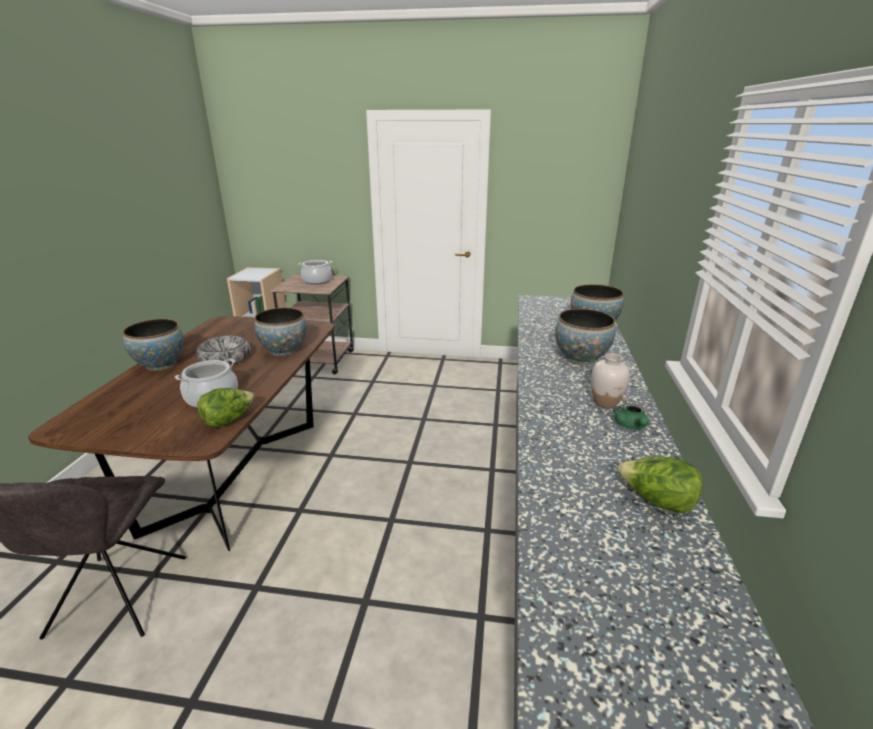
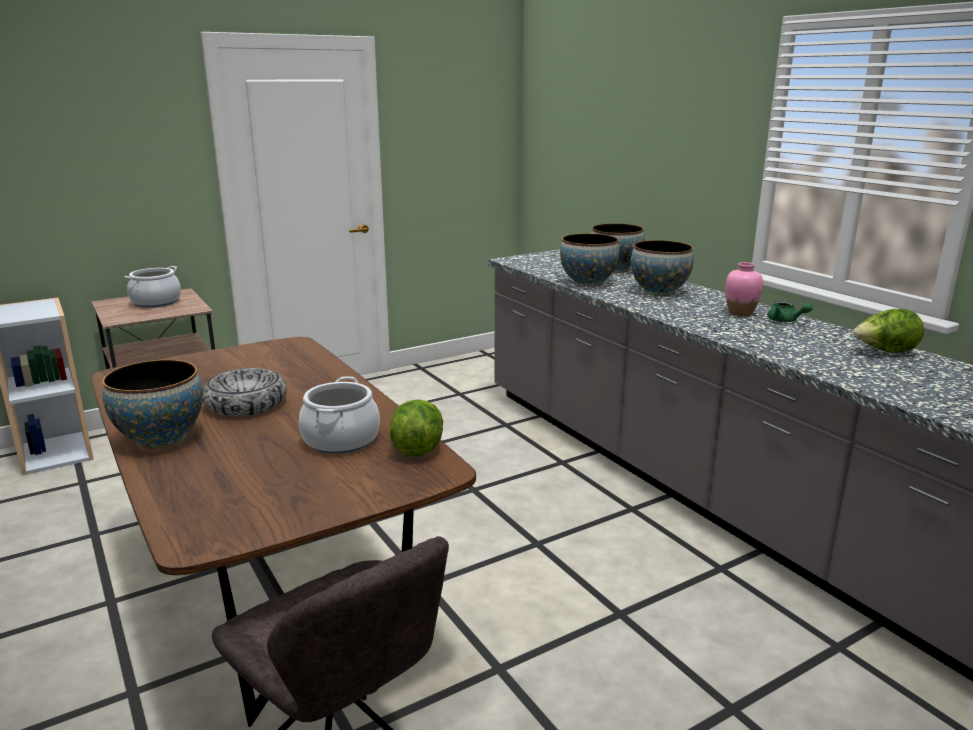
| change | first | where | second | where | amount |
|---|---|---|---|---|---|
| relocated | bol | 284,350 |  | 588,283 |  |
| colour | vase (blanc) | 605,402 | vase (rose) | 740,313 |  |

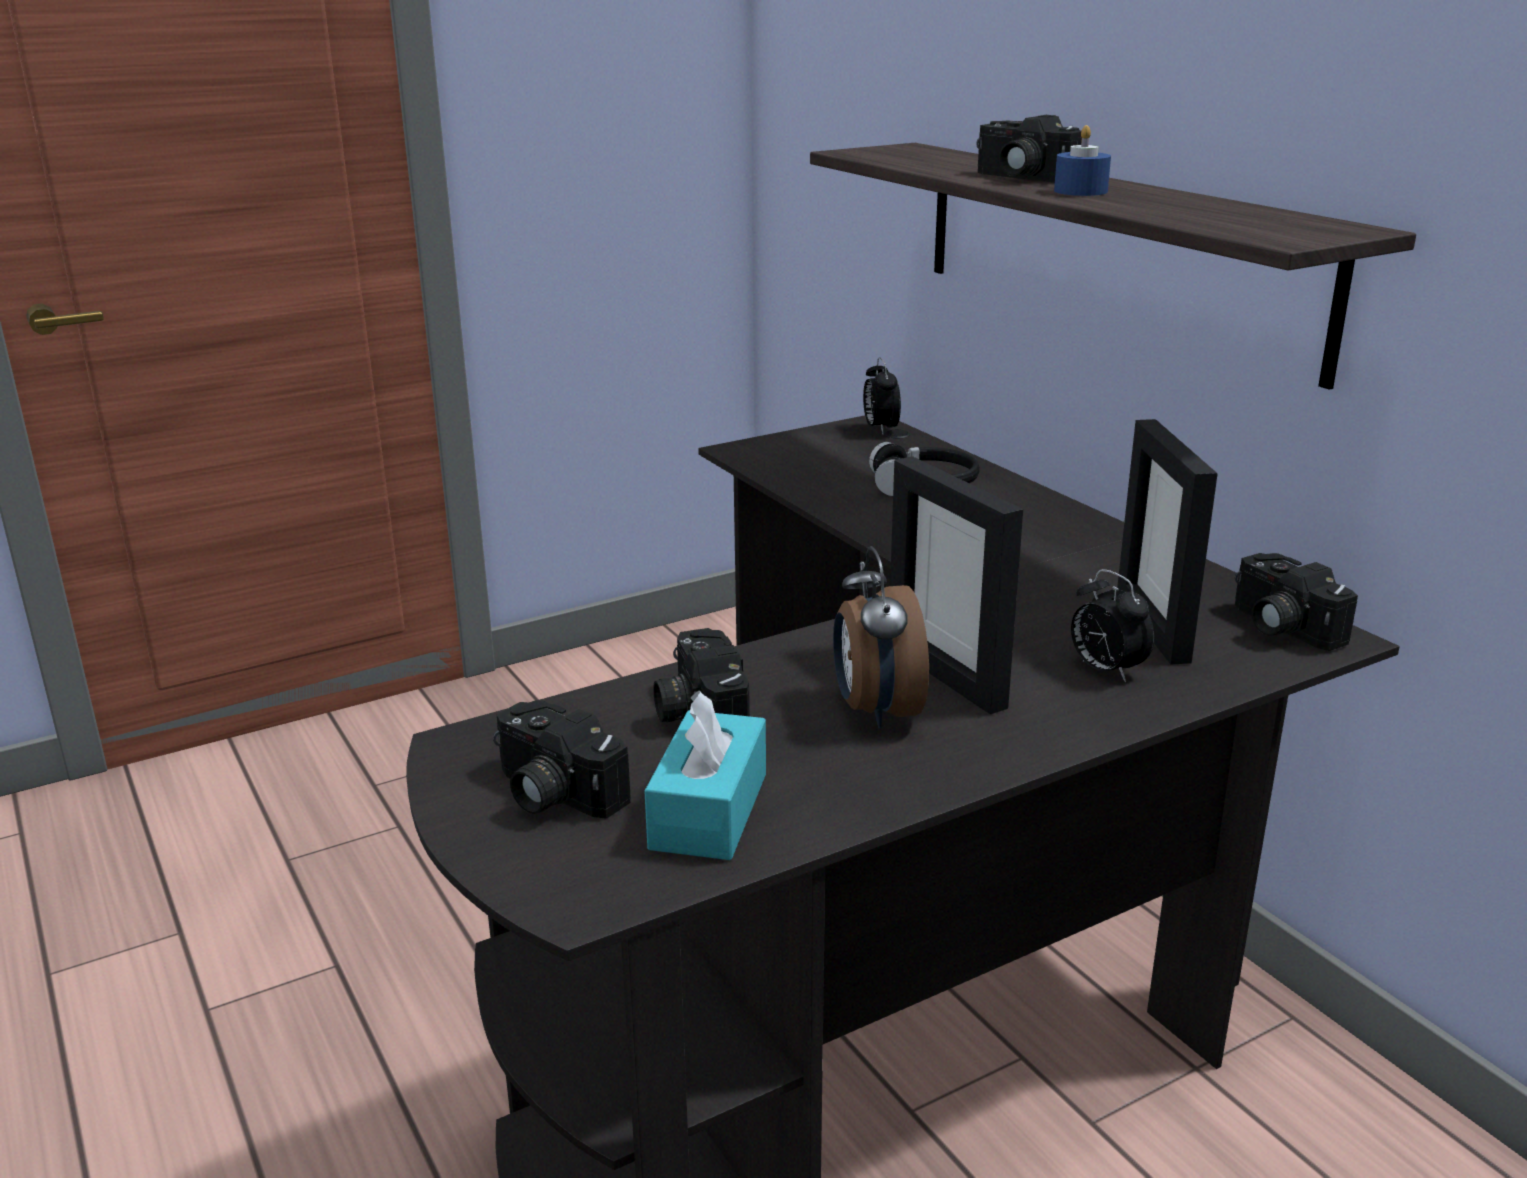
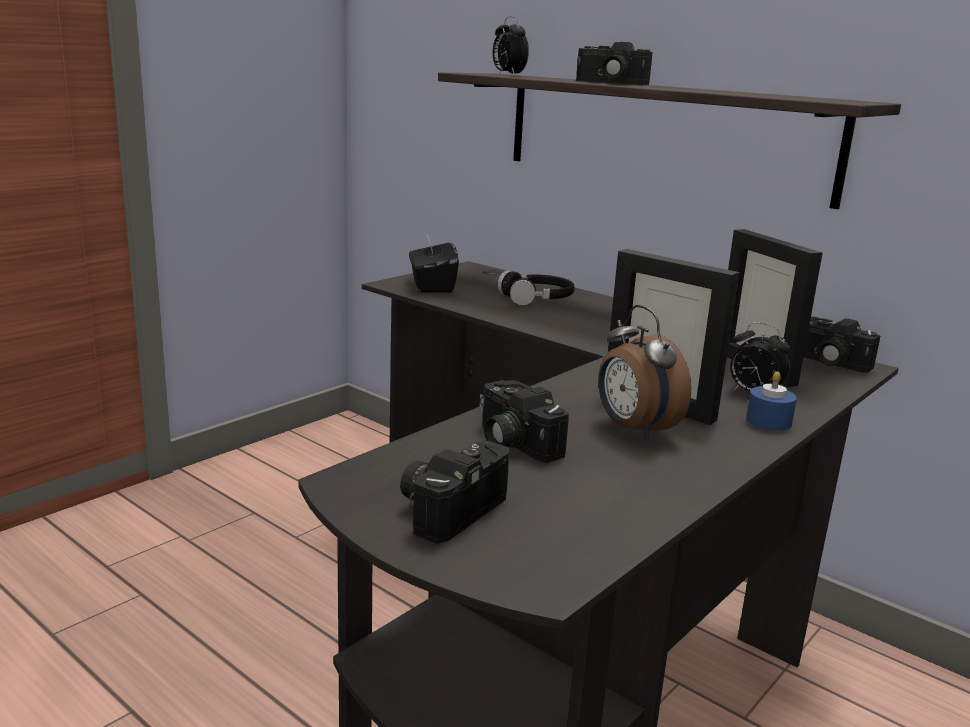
| change | first | where | second | where | amount |
|---|---|---|---|---|---|
| missing | boîte à mouchoirs (turquoise) | 709,811 |  |  |  |
| appeared |  |  | boîte à mouchoirs (noir) | 432,286 |  |
| relocated | réveil | 880,428 |  | 508,75 |  |
| relocated | bougie (bleu) | 1080,191 |  | 768,421 |  |
| spun | appareil photo | 551,793 |  | 450,508 | 105 degrees clockwise |

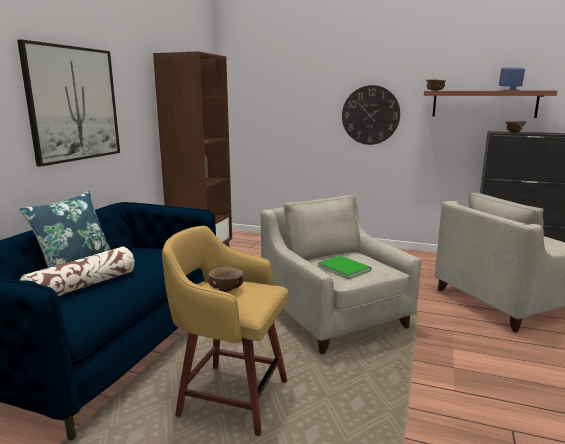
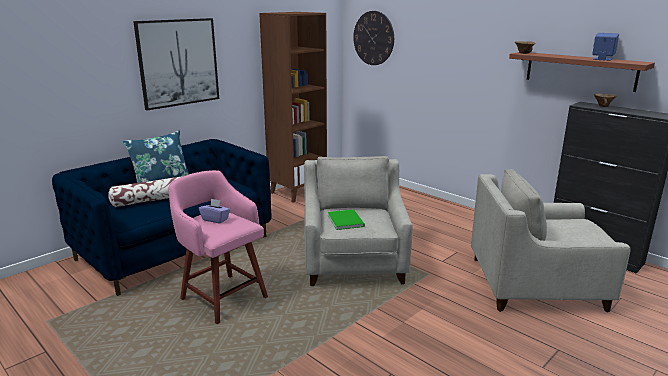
| change | first | where | second | where | amount |
|---|---|---|---|---|---|
| relocated | horloge murale | 370,115 |  | 373,38 |  |
| exchanged | bol (marron) | 225,290 | boîte à mouchoirs (violet) | 215,219 |  |
| colour | tabouret (jaune) | 230,396 | tabouret (rose) | 222,297 |  |

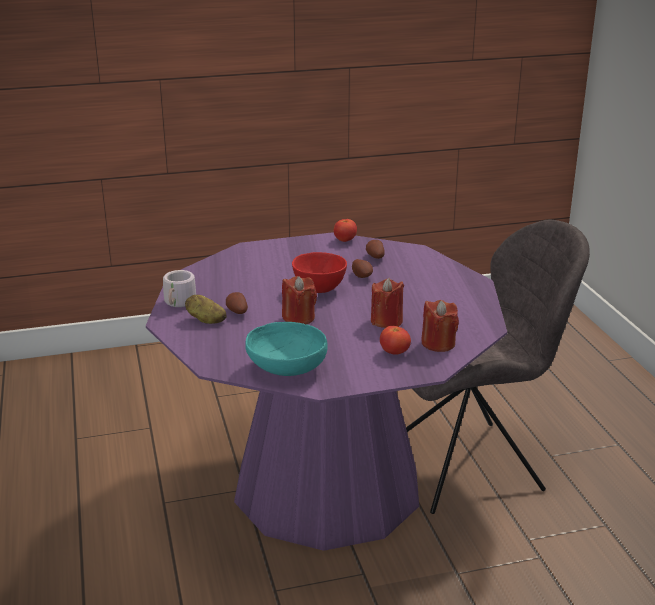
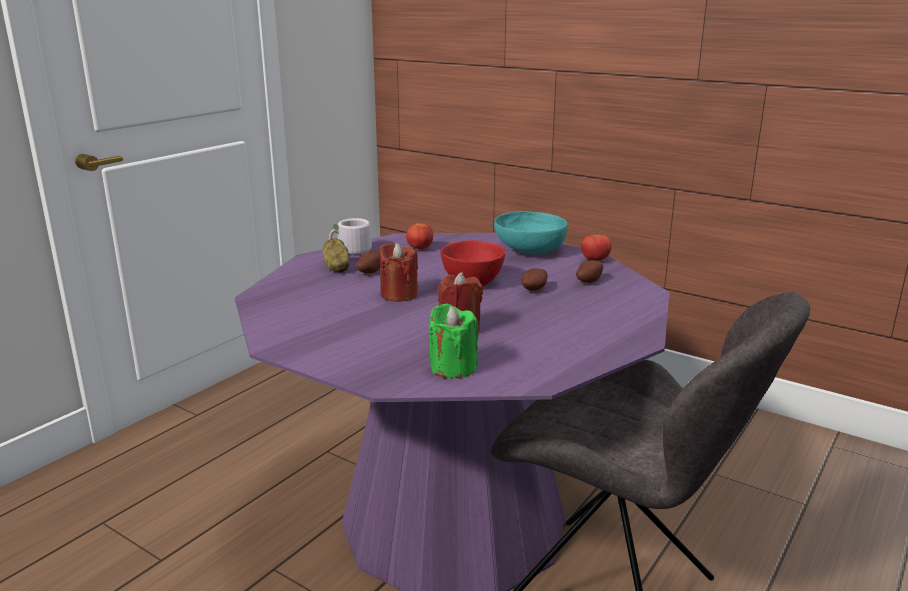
| change | first | where | second | where | amount |
|---|---|---|---|---|---|
| relocated | bol (turquoise) | 286,369 |  | 529,250 |  |
| relocated | tomate | 394,353 |  | 420,248 |  |
| colour | bougie (rouge) | 438,343 | bougie (vert) | 453,368 |  |

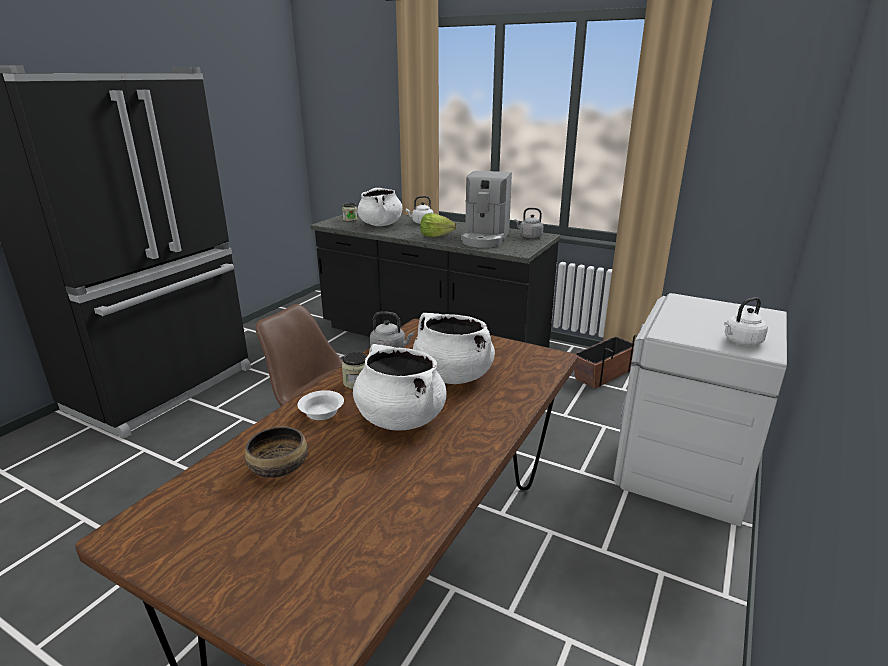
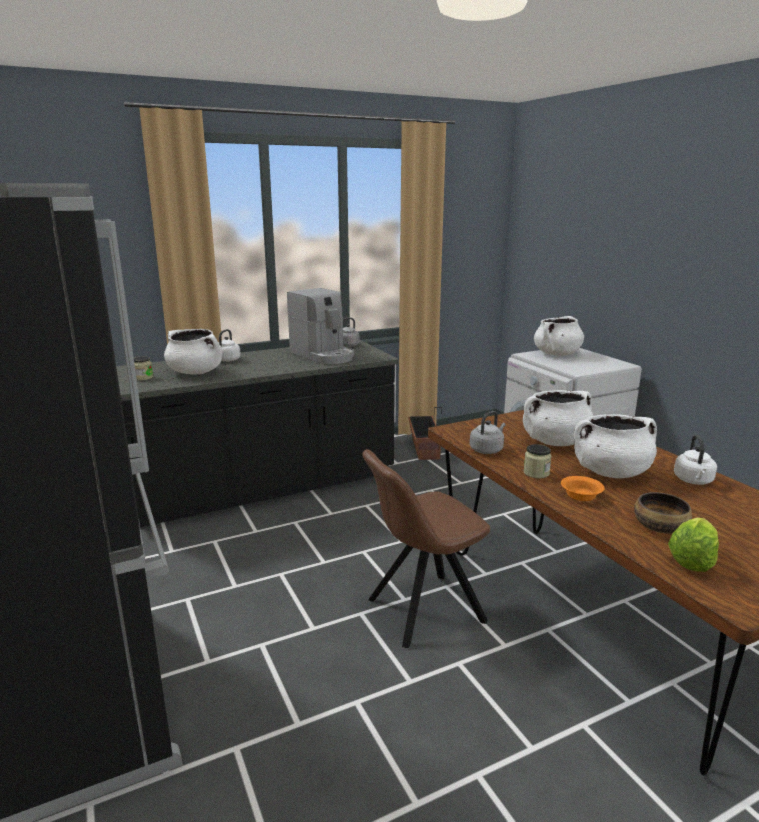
| change | first | where | second | where | amount |
|---|---|---|---|---|---|
| appeared |  |  | marmite (blanc) | 557,354 |  |
| relocated | laitue | 436,236 |  | 692,560 |  |
| relocated | bouilloire (blanc) | 741,341 |  | 693,481 |  |
| colour | bol (blanc) | 320,413 | bol (orange) | 581,496 |  |

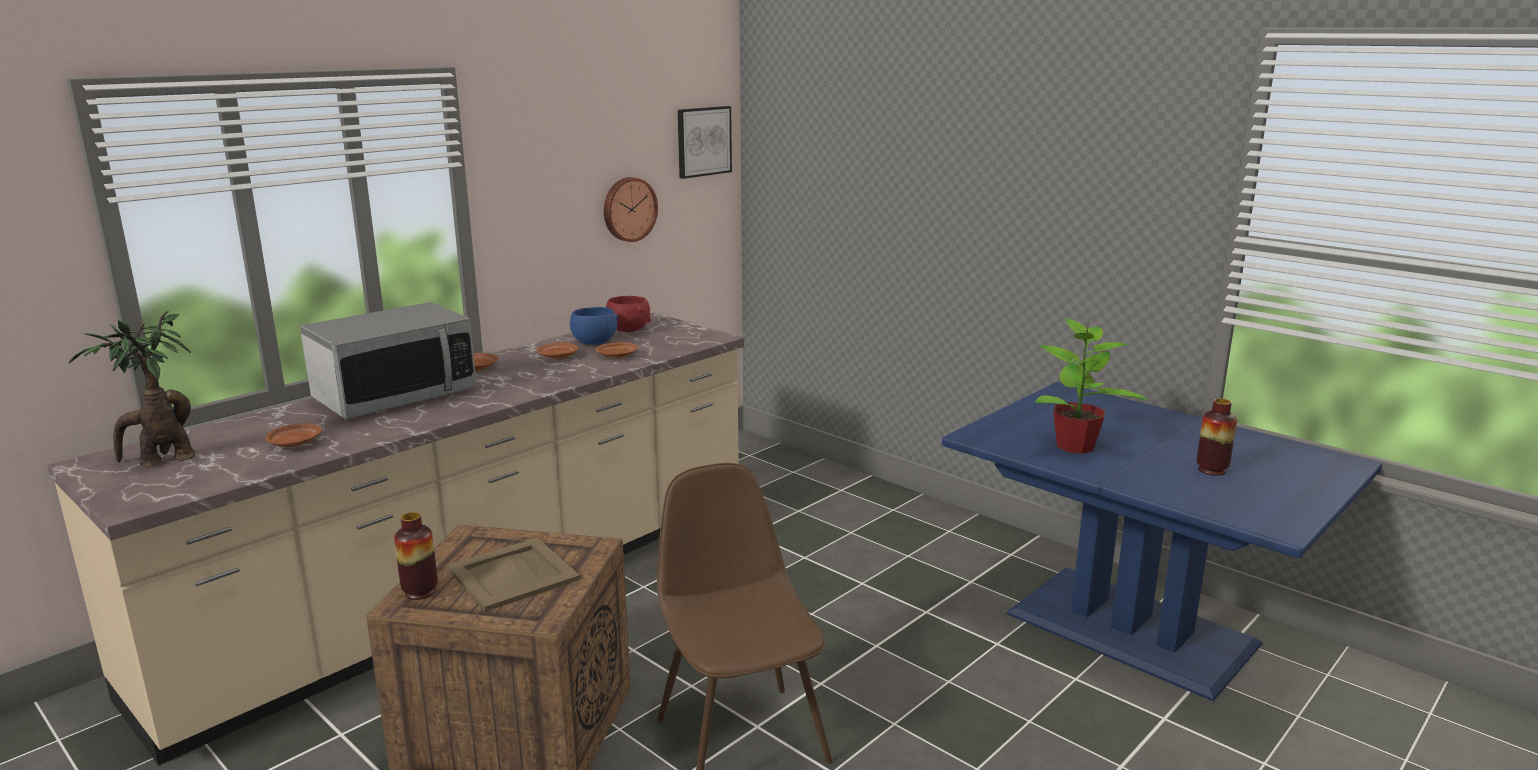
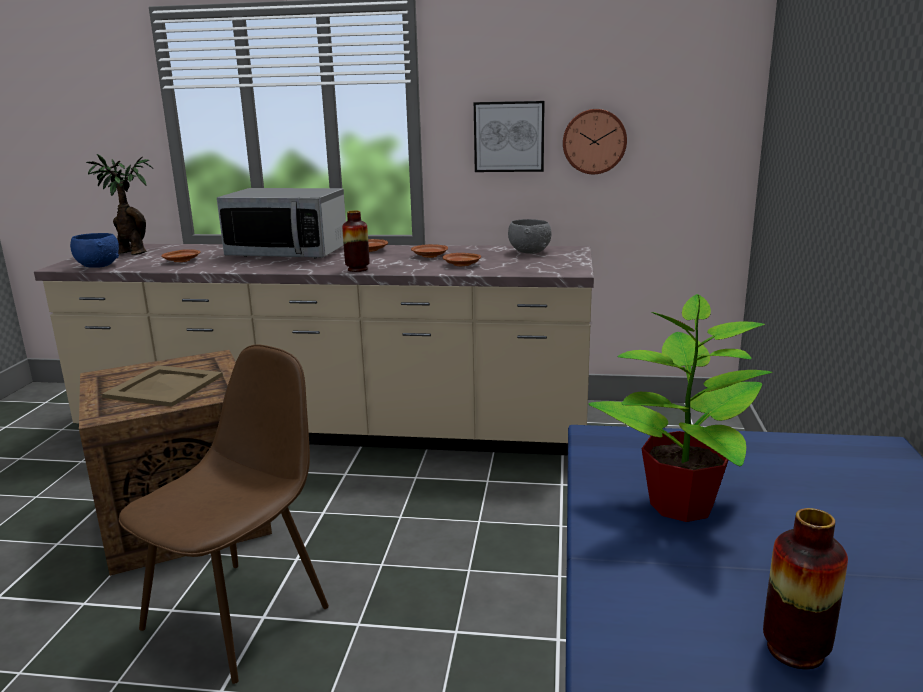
| change | first | where | second | where | amount |
|---|---|---|---|---|---|
| relocated | vase | 420,592 |  | 357,269 |  |
| relocated | bol (bleu) | 593,343 |  | 98,266 |  |
| relocated | tableau | 703,141 |  | 509,136 |  |
| colour | bol (rouge) | 628,330 | bol (gris) | 529,252 |  |

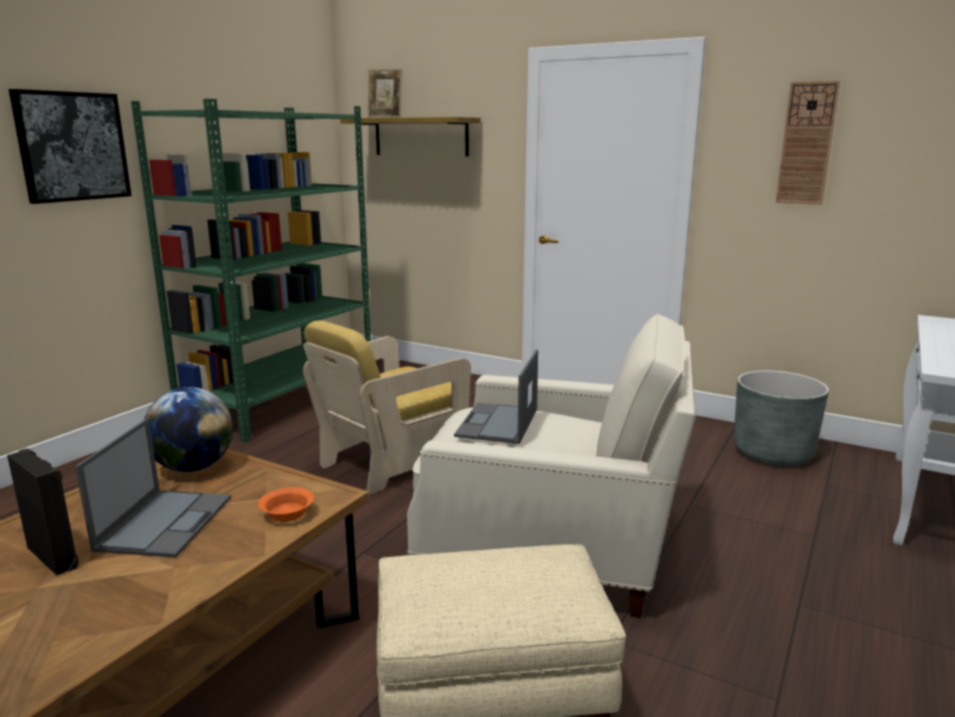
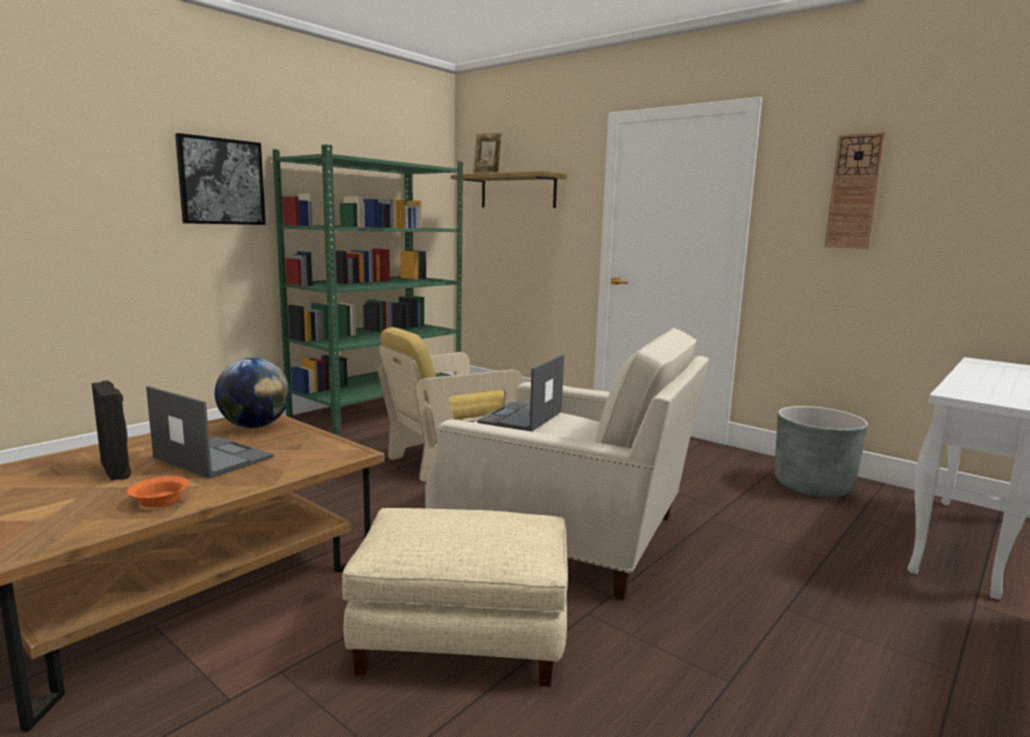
| change | first | where | second | where | amount |
|---|---|---|---|---|---|
| relocated | bol (orange) | 286,514 |  | 158,501 |  |
| spun | ordinateur portable | 165,522 |  | 212,457 | 75 degrees counterclockwise |

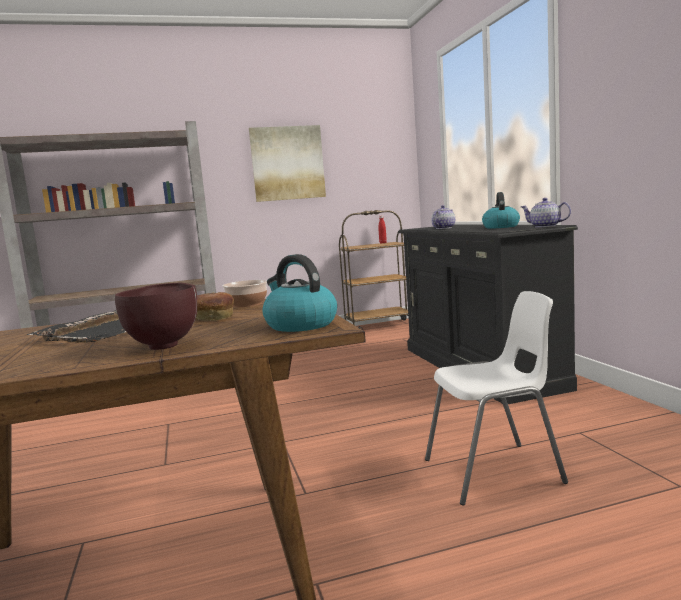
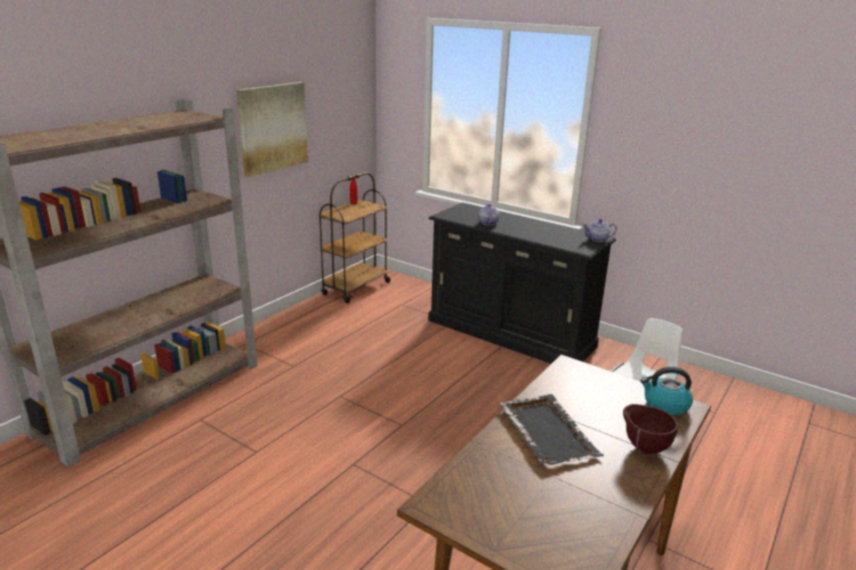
| change | first | where | second | where | amount |
|---|---|---|---|---|---|
| missing | pain | 213,318 |  |  |  |
| missing | bol | 246,304 |  |  |  |
| missing | bouilloire | 500,227 |  |  |  |

